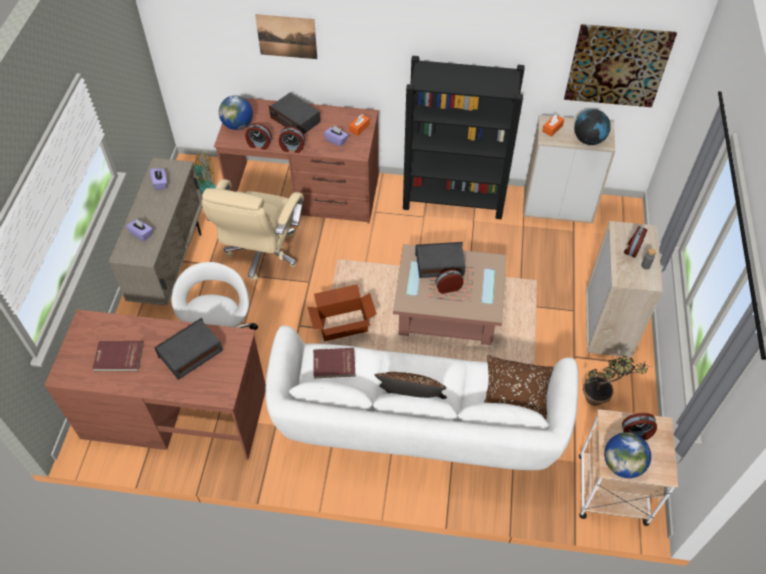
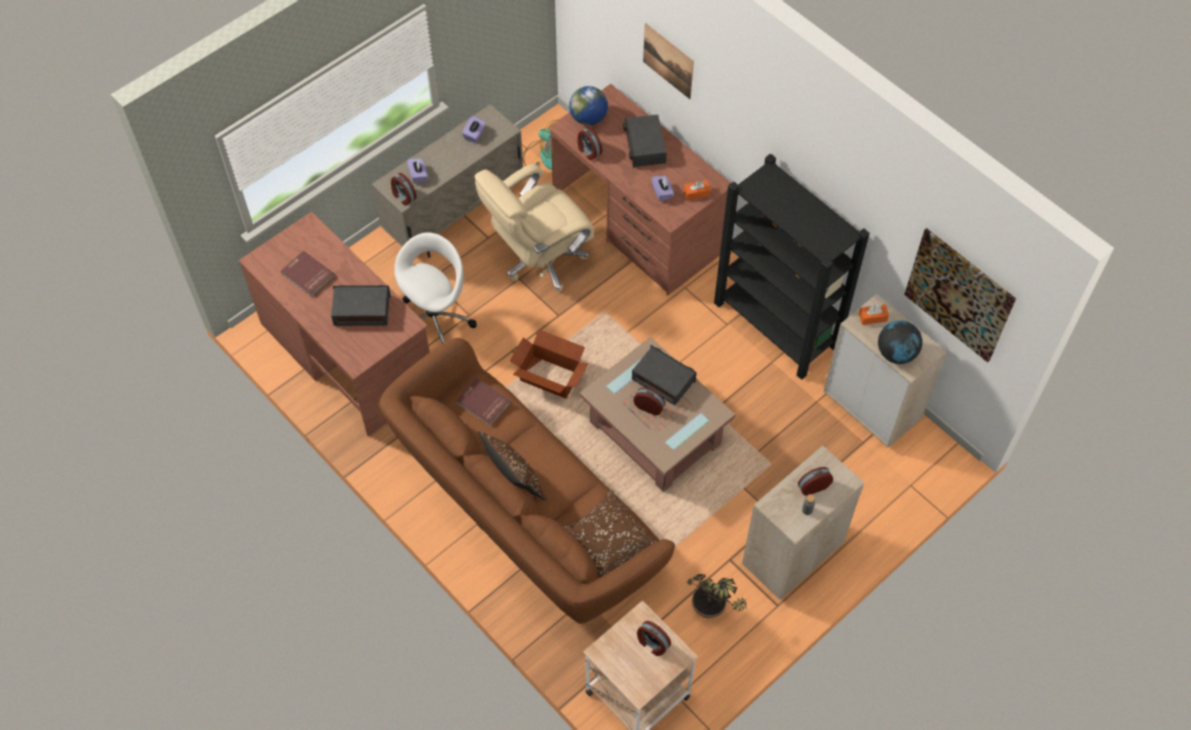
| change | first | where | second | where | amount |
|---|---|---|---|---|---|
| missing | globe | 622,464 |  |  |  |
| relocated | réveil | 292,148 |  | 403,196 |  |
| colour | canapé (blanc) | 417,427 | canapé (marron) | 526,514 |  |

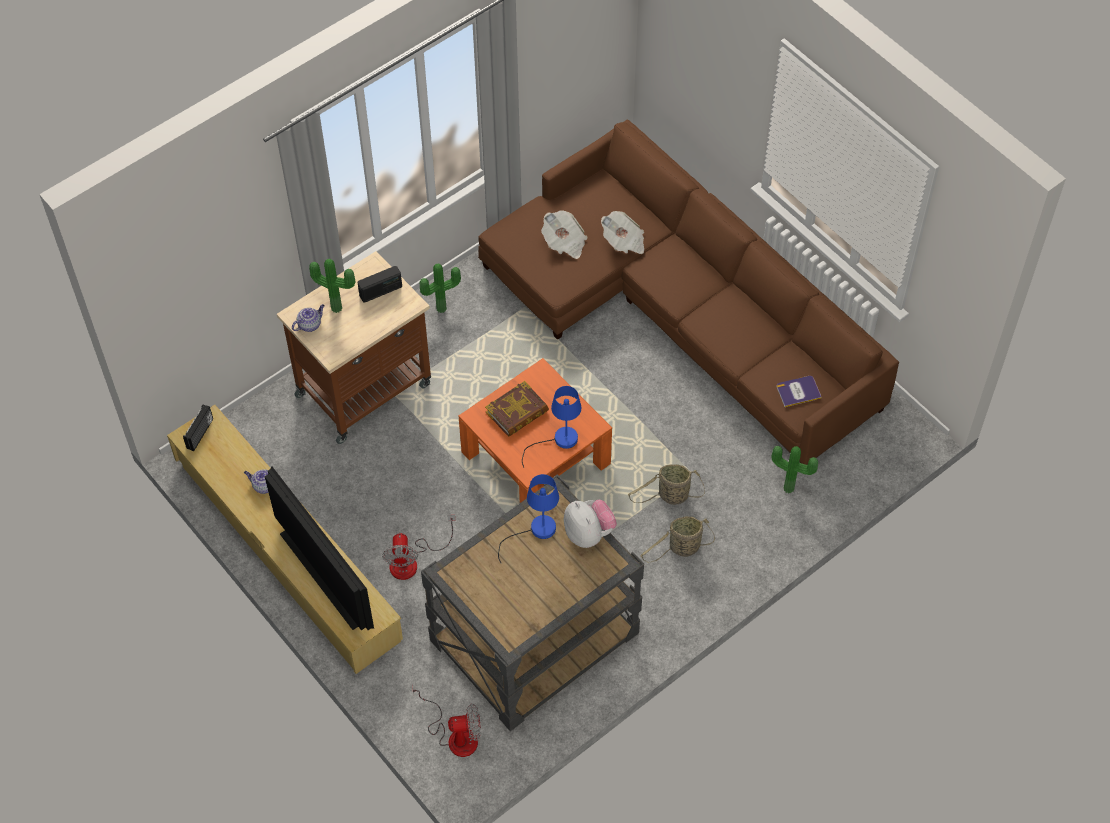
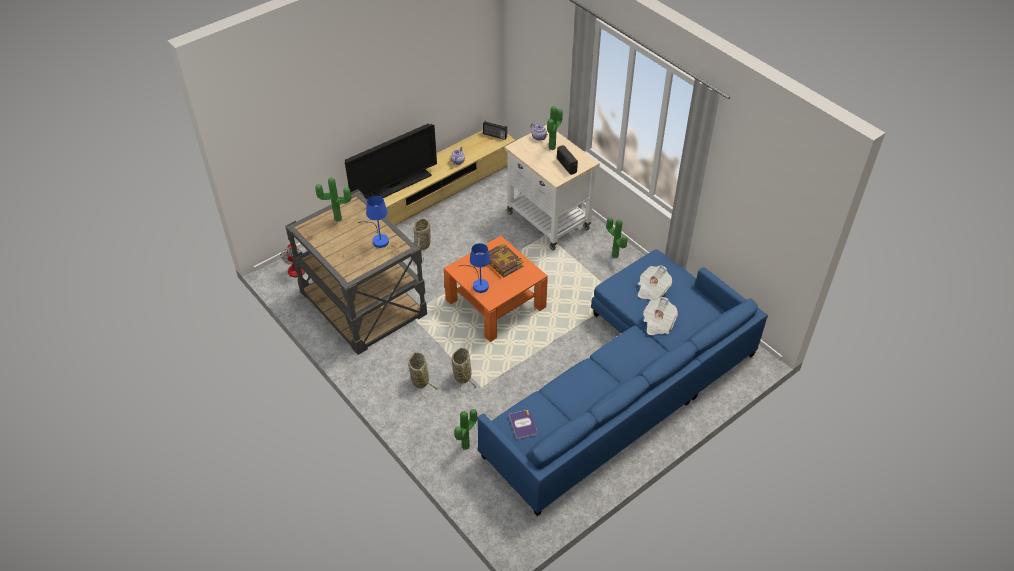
| change | first | where | second | where | amount |
|---|---|---|---|---|---|
| missing | peluche | 589,533 |  |  |  |
| appeared |  |  | plante en pot | 338,220 |  |
| exchanged | ventilateur | 412,561 | panier | 422,246 |  |
| colour | chariot (marron) | 364,389 | chariot (blanc) | 548,222 |  |
| colour | canapé (marron) | 678,310 | canapé (bleu) | 626,384 |  |

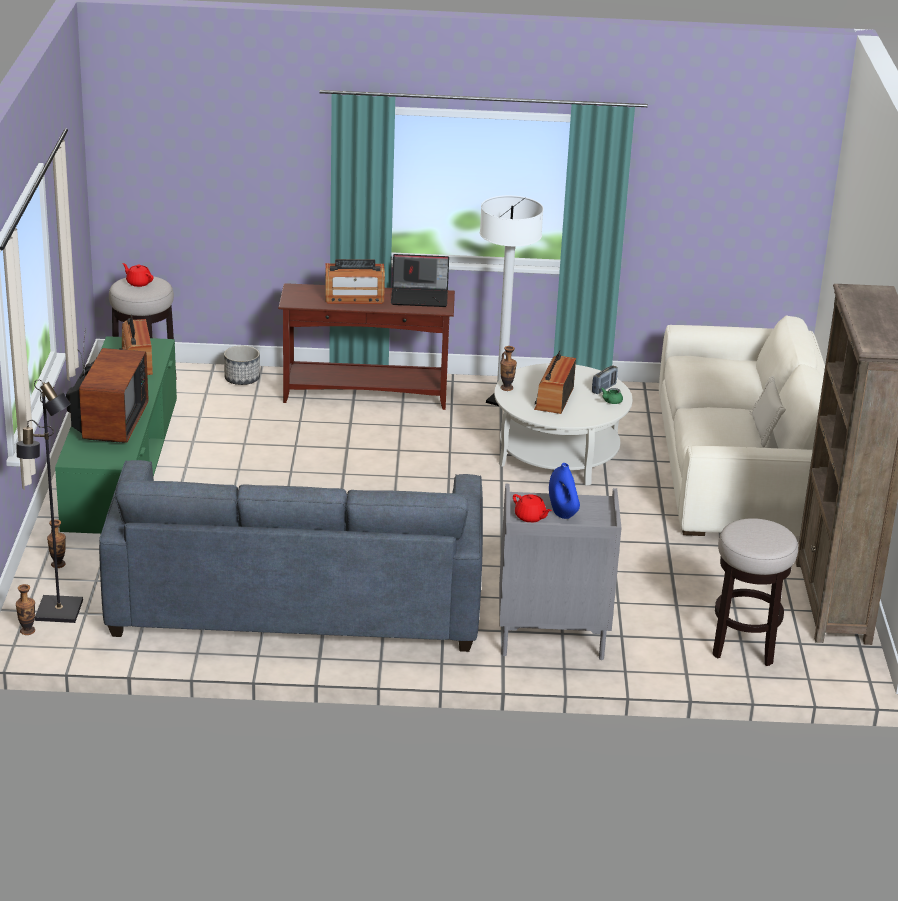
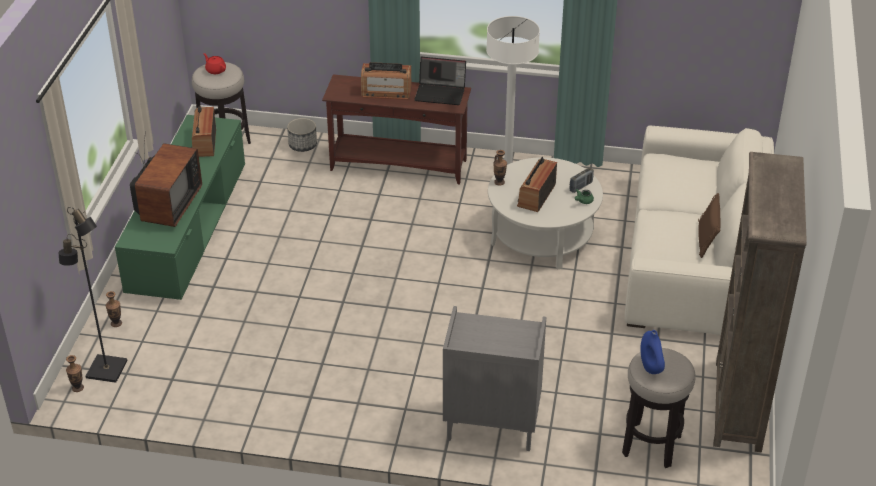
| change | first | where | second | where | amount |
|---|---|---|---|---|---|
| missing | canapé (gris) | 296,602 |  |  |  |
| missing | théière (rouge) | 530,517 |  |  |  |
| relocated | vase (bleu) | 563,513 |  | 651,367 |  |
| colour | coussin (blanc) | 765,430 | coussin (marron) | 707,240 |  |

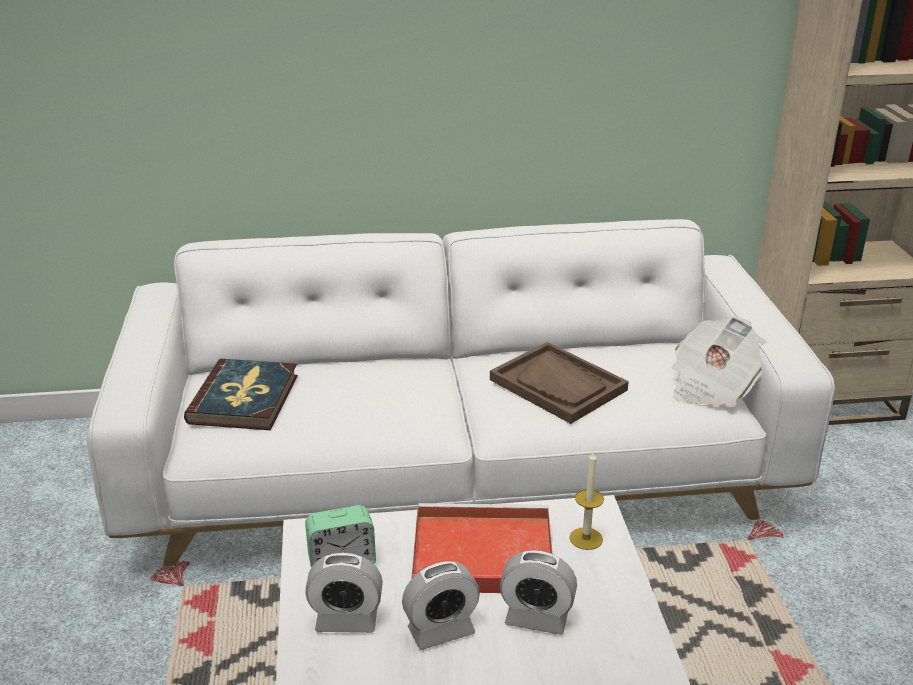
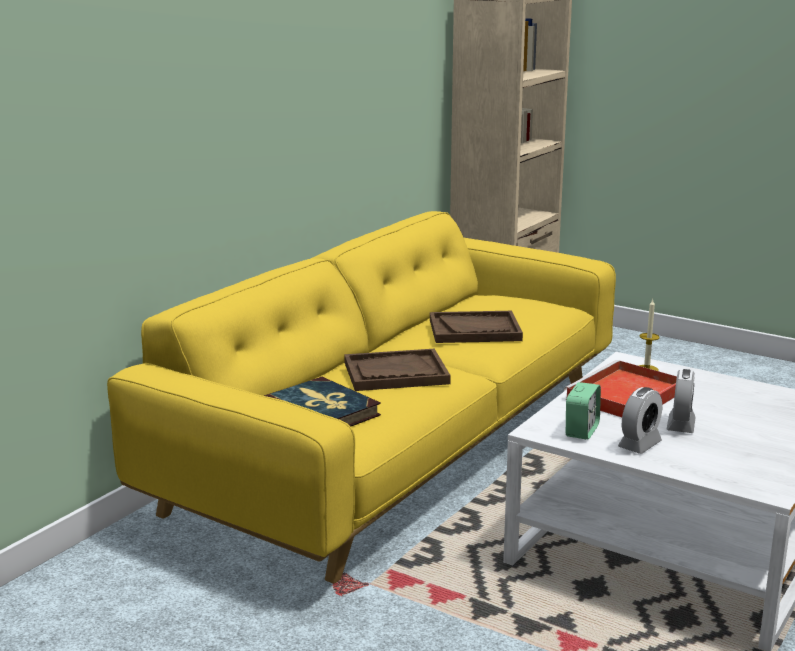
| change | first | where | second | where | amount |
|---|---|---|---|---|---|
| missing | réveil | 536,618 |  |  |  |
| missing | journal | 713,386 |  |  |  |
| appeared |  |  | plateau (marron) | 395,373 |  |
| colour | canapé (blanc) | 457,470 | canapé (jaune) | 397,445 |  |

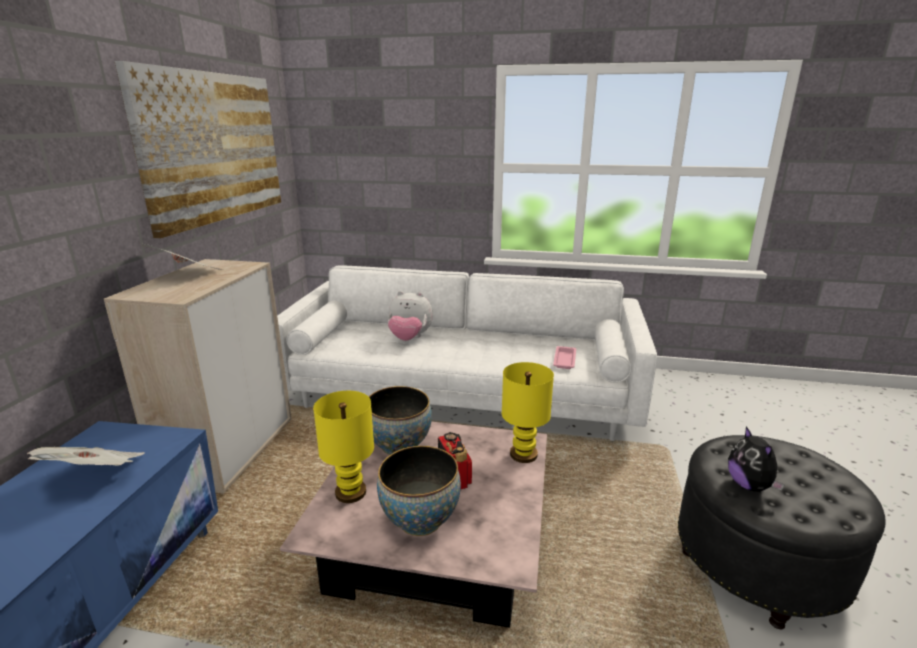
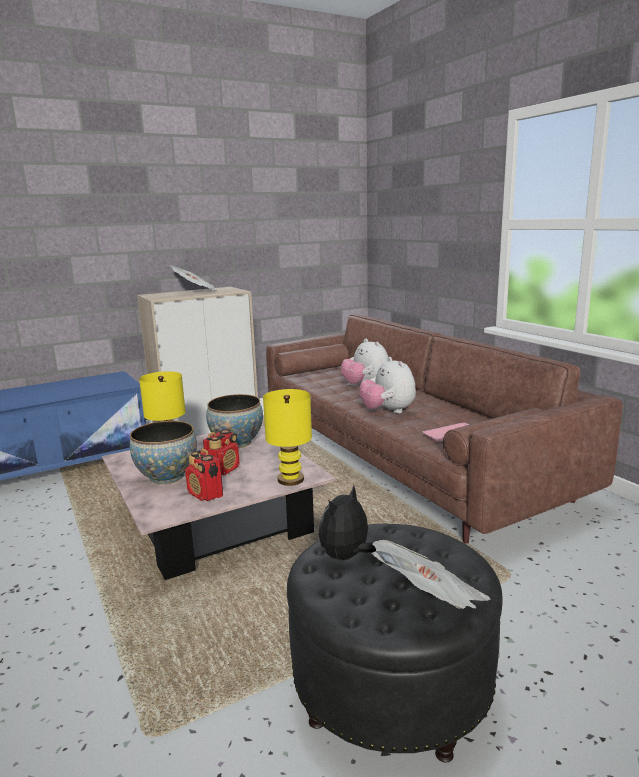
| change | first | where | second | where | amount |
|---|---|---|---|---|---|
| missing | tableau | 213,148 |  |  |  |
| appeared |  |  | radio | 205,495 |  |
| appeared |  |  | peluche | 388,411 |  |
| relocated | journal | 96,474 |  | 430,601 |  |
| colour | canapé (blanc) | 463,393 | canapé (marron) | 406,457 |  |

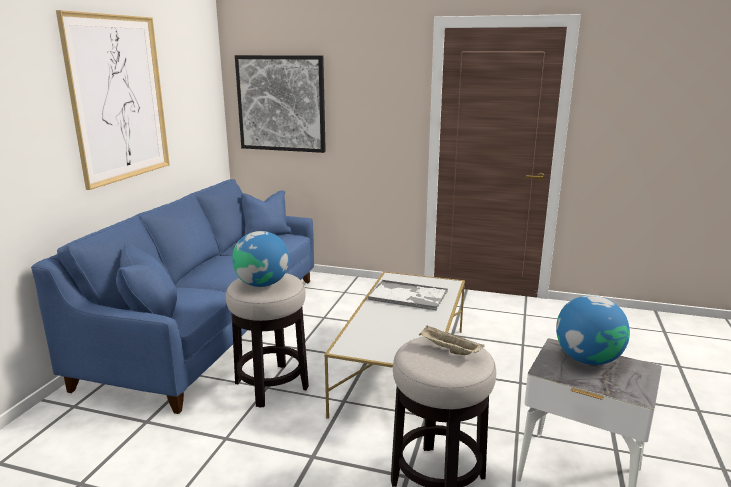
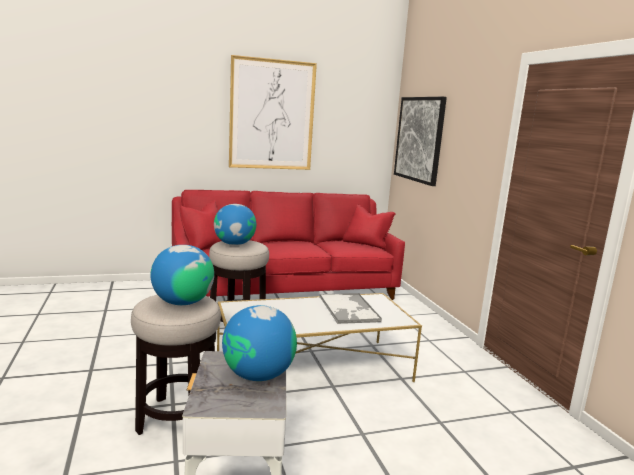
| change | first | where | second | where | amount |
|---|---|---|---|---|---|
| exchanged | plateau (beige) | 448,350 | globe | 182,302 |  |
| colour | canapé (bleu) | 212,326 | canapé (rouge) | 285,290 |  |

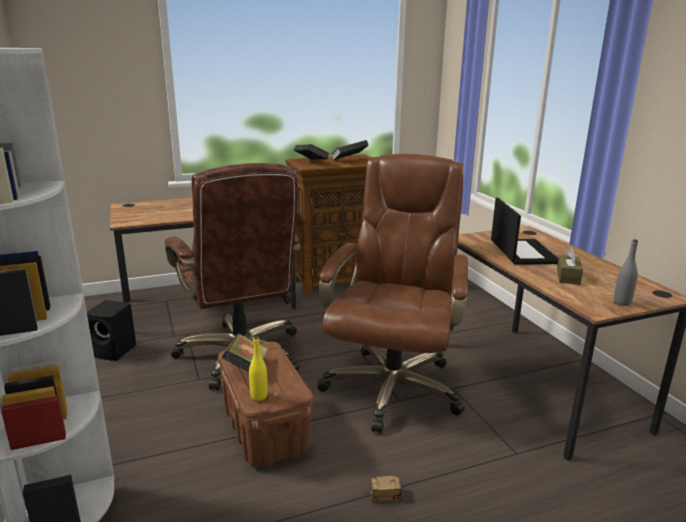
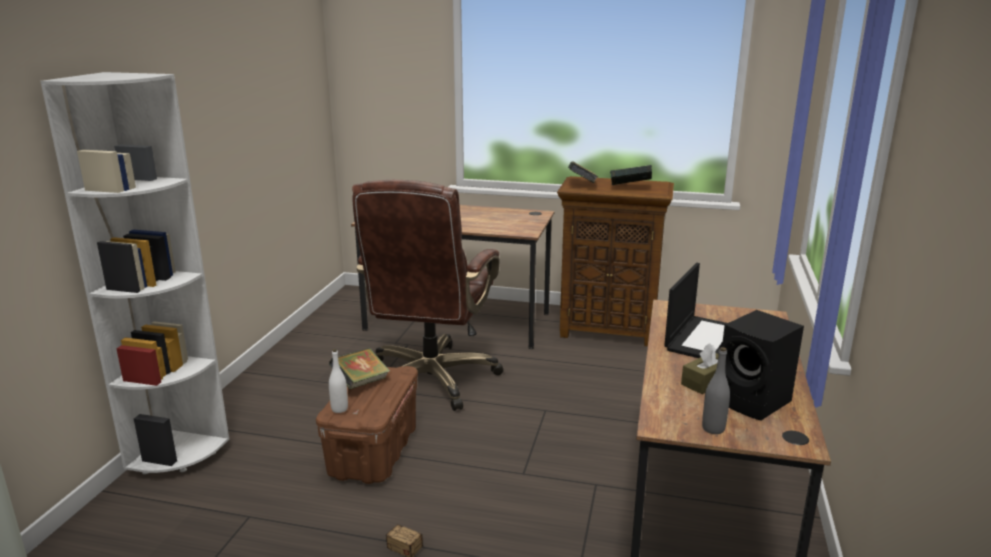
| change | first | where | second | where | amount |
|---|---|---|---|---|---|
| missing | chaise de bureau (marron) | 392,388 |  |  |  |
| relocated | enceinte (noir) | 115,351 |  | 754,402 |  |
| colour | bouteille (jaune) | 259,396 | bouteille (blanc) | 339,409 |  |

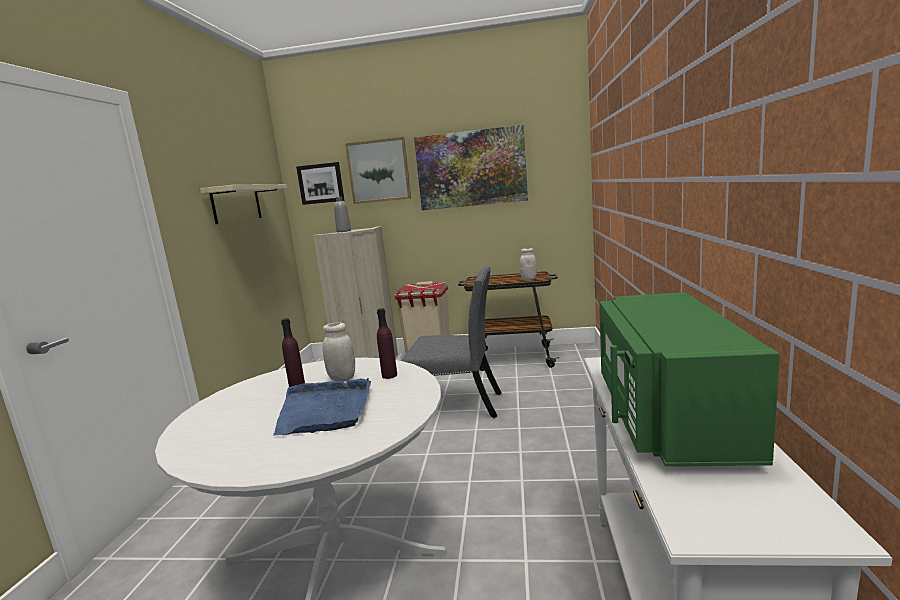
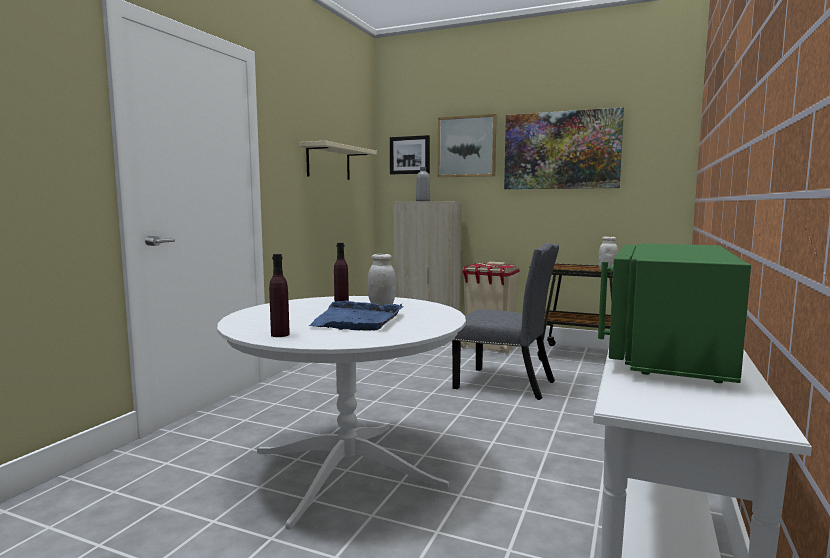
| change | first | where | second | where | amount |
|---|---|---|---|---|---|
| relocated | bouteille (violet) | 389,375 |  | 280,334 |  |

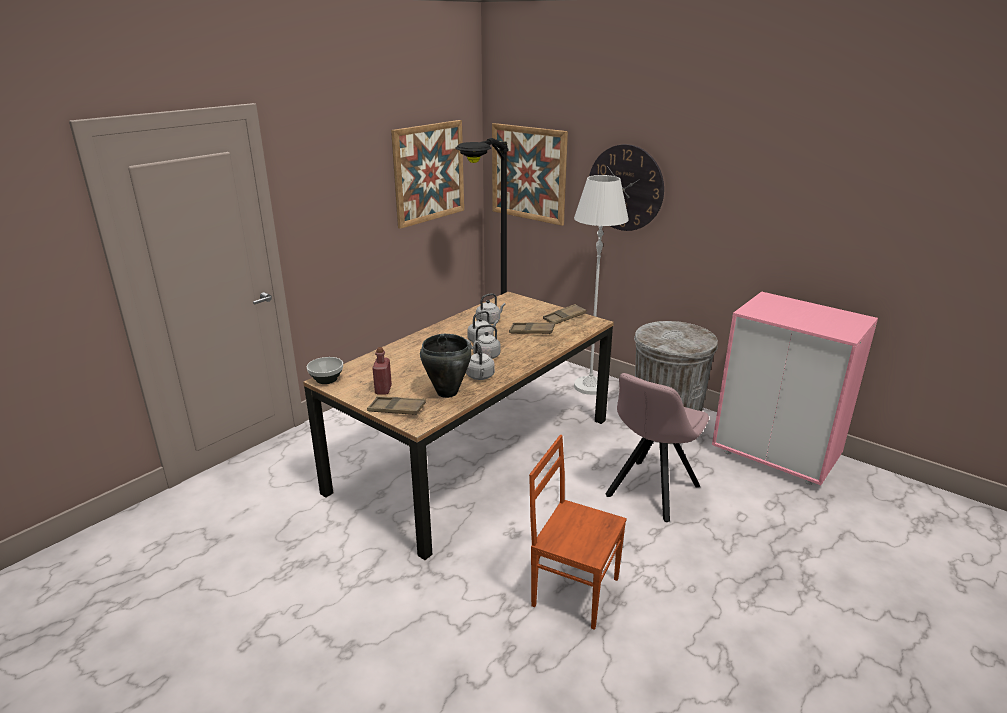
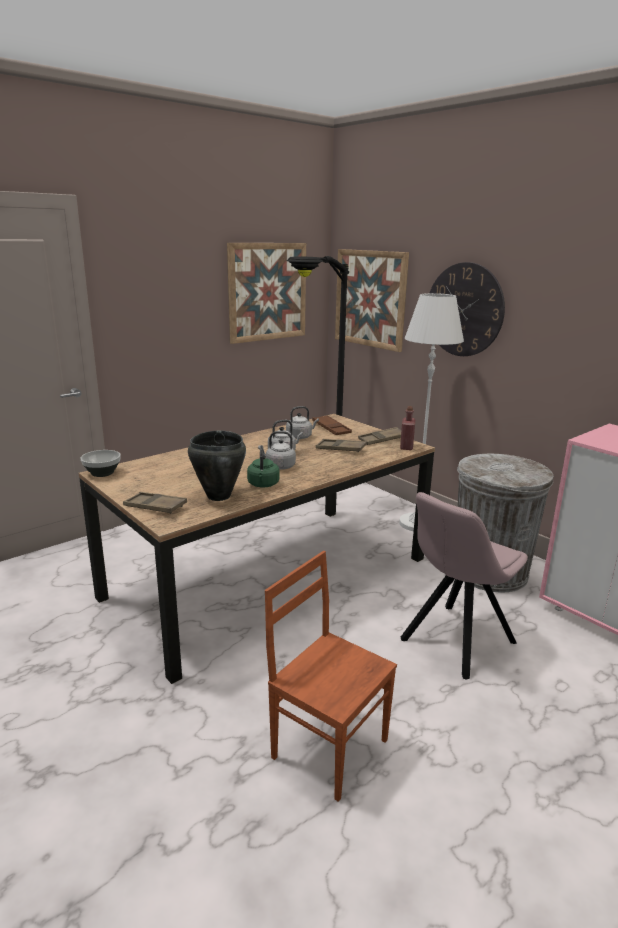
| change | first | where | second | where | amount |
|---|---|---|---|---|---|
| appeared |  |  | plateau (marron) | 331,428 |  |
| relocated | bouteille (rouge) | 383,390 |  | 406,447 |  |
| colour | bouilloire (gris) | 480,377 | bouilloire (vert) | 263,485 |  |

